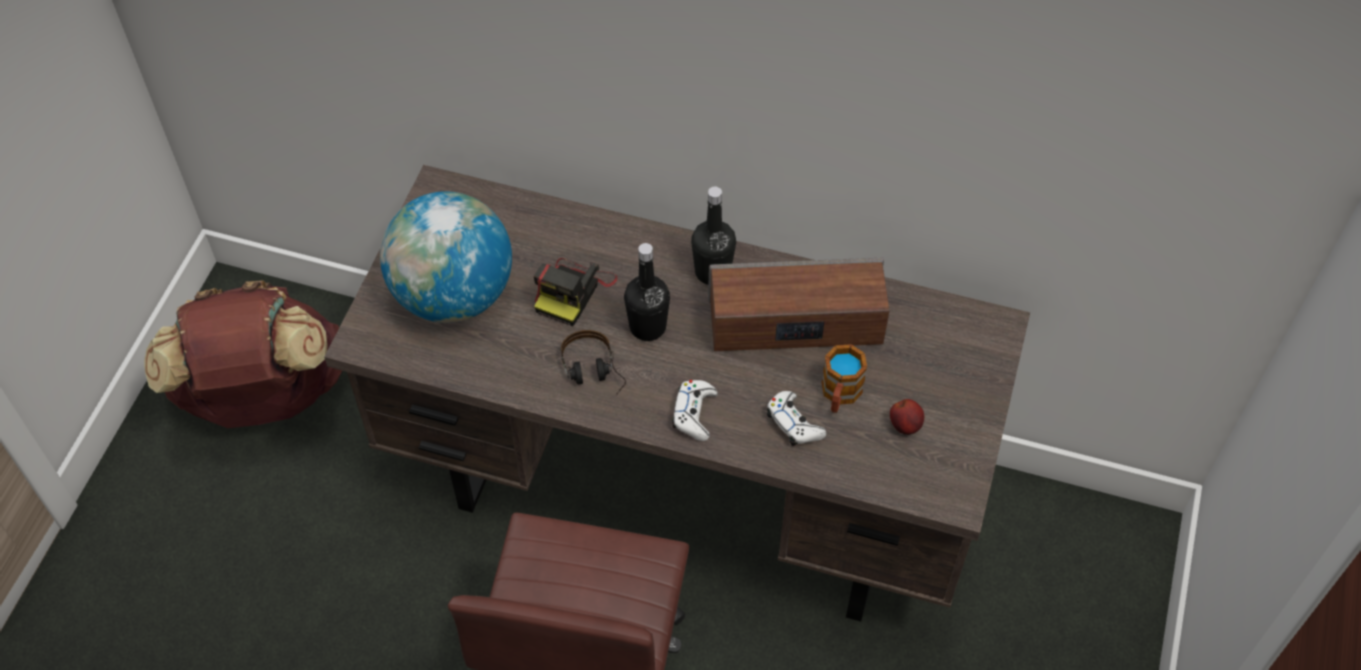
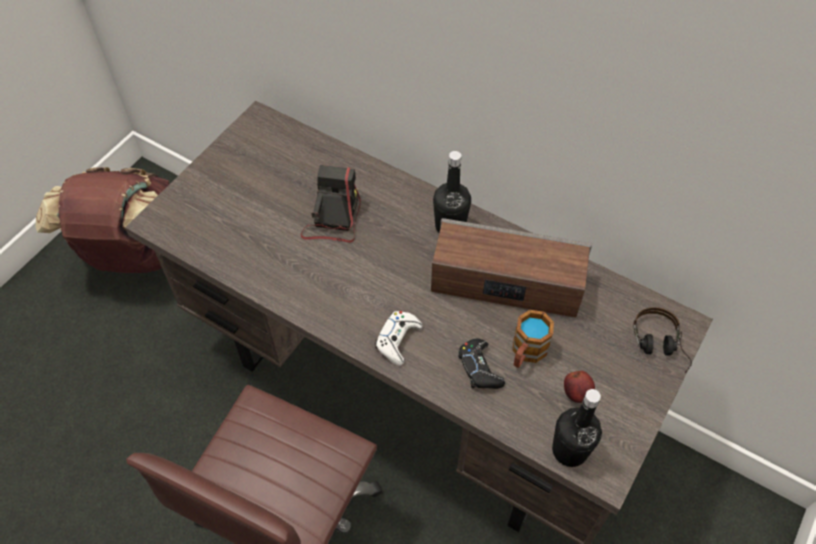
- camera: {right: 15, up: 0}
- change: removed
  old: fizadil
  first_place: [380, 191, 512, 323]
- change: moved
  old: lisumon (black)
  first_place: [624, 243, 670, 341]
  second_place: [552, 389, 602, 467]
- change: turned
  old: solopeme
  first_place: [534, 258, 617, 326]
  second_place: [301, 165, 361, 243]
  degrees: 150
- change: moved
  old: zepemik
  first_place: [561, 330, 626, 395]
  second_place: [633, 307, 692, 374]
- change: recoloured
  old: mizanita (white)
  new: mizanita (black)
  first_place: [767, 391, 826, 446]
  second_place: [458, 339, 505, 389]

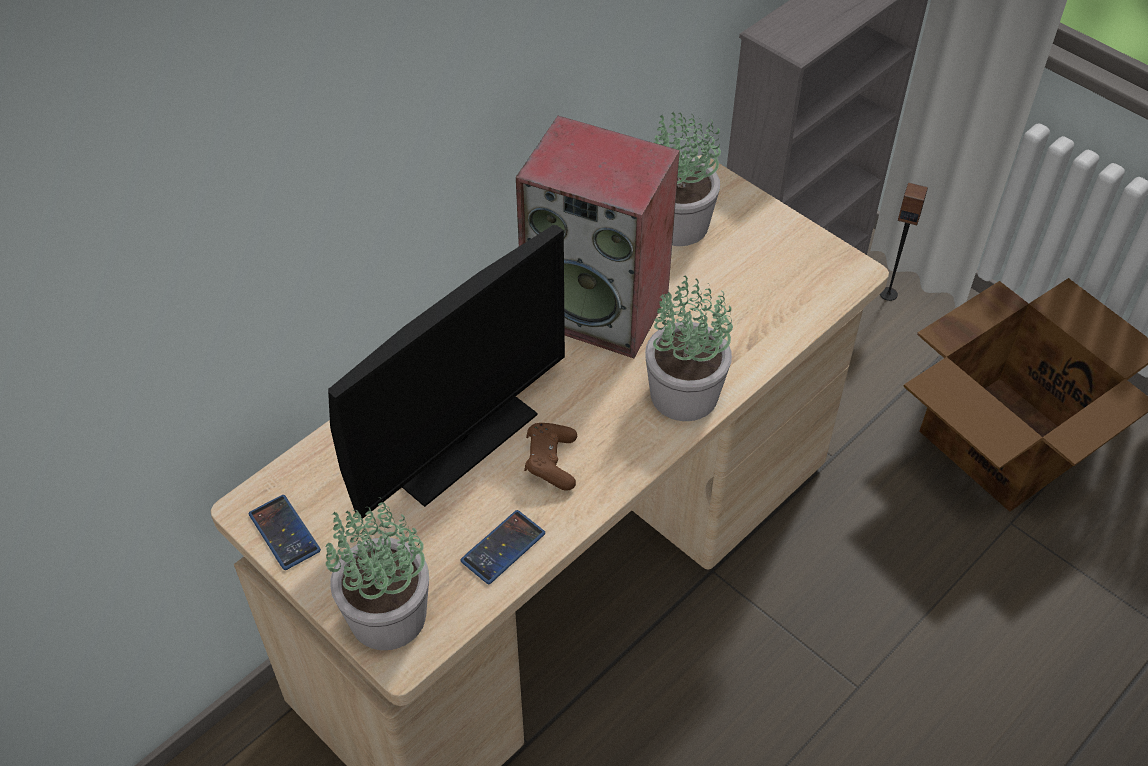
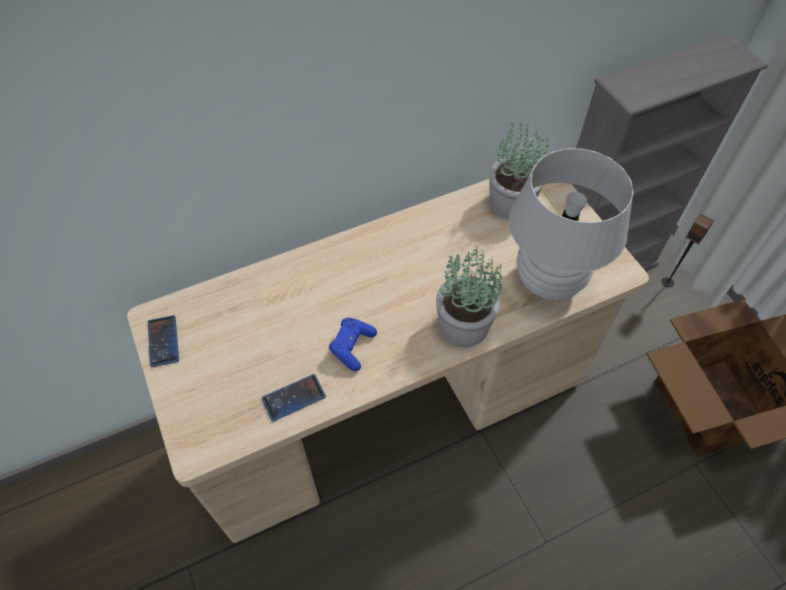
- camera: {right: 20, up: 5}
- change: removed
  old: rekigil
  first_place: [516, 116, 680, 358]
- change: removed
  old: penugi
  first_place: [328, 225, 565, 519]
- change: recoloured
  old: mizanita (brown)
  new: mizanita (blue)
  first_place: [524, 423, 577, 491]
  second_place: [329, 318, 377, 371]
- change: removed
  old: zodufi
  first_place: [326, 497, 429, 650]
- change: added
  new: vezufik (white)
  second_place: [509, 148, 634, 300]

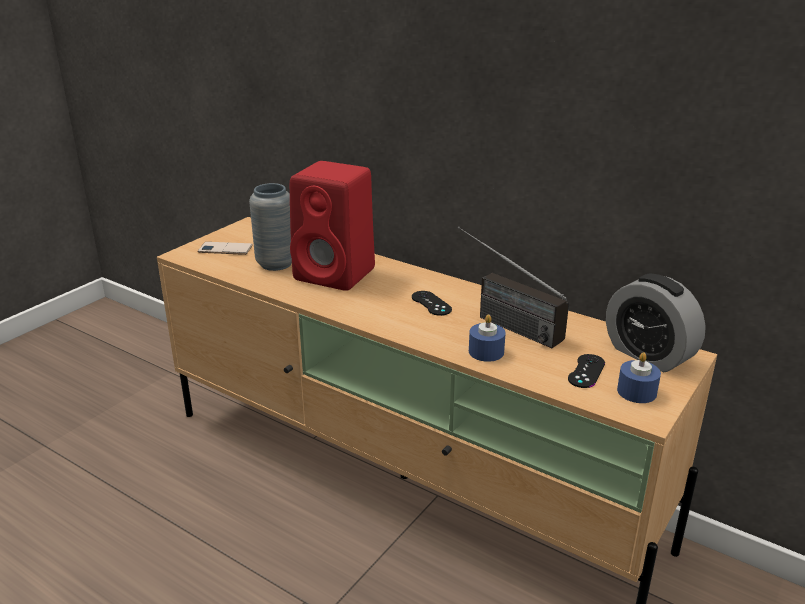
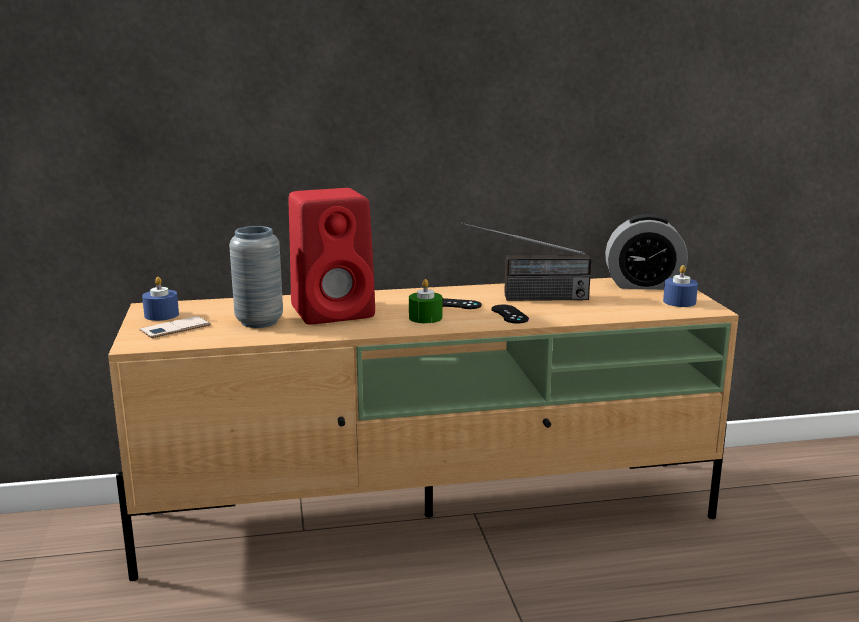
- camera: {right: -45, up: -10}
- change: moved
  old: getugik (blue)
  first_place: [469, 315, 506, 362]
  second_place: [142, 277, 179, 321]
- change: moved
  old: mizanita (black)
  first_place: [568, 354, 605, 388]
  second_place: [492, 305, 529, 323]
- change: added
  new: getugik (green)
  second_place: [409, 279, 443, 323]

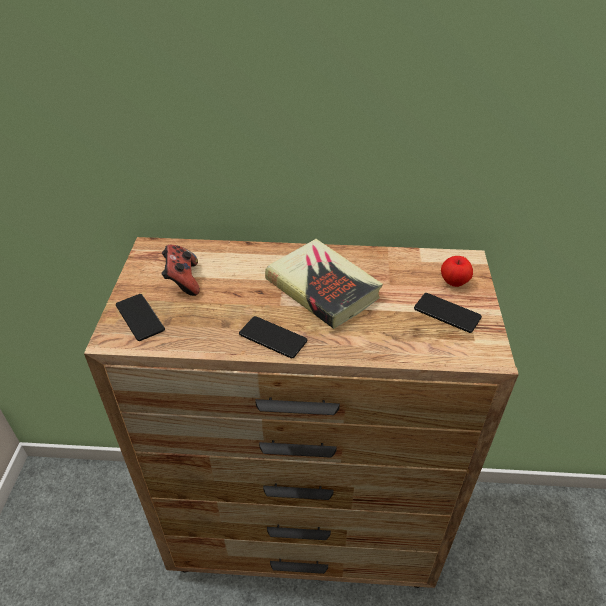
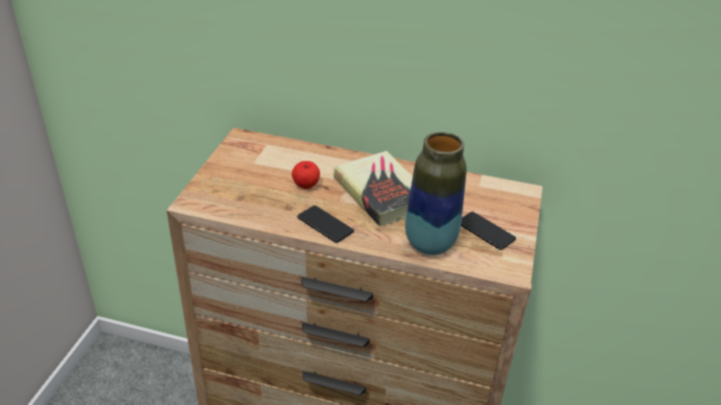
- camera: {right: 10, up: -5}
- change: removed
  old: mizanita
  first_place: [161, 245, 200, 296]
- change: moved
  old: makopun
  first_place: [441, 256, 473, 287]
  second_place: [292, 161, 320, 189]
- change: removed
  old: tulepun
  first_place: [116, 294, 165, 341]
- change: added
  new: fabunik
  second_place: [405, 132, 467, 255]

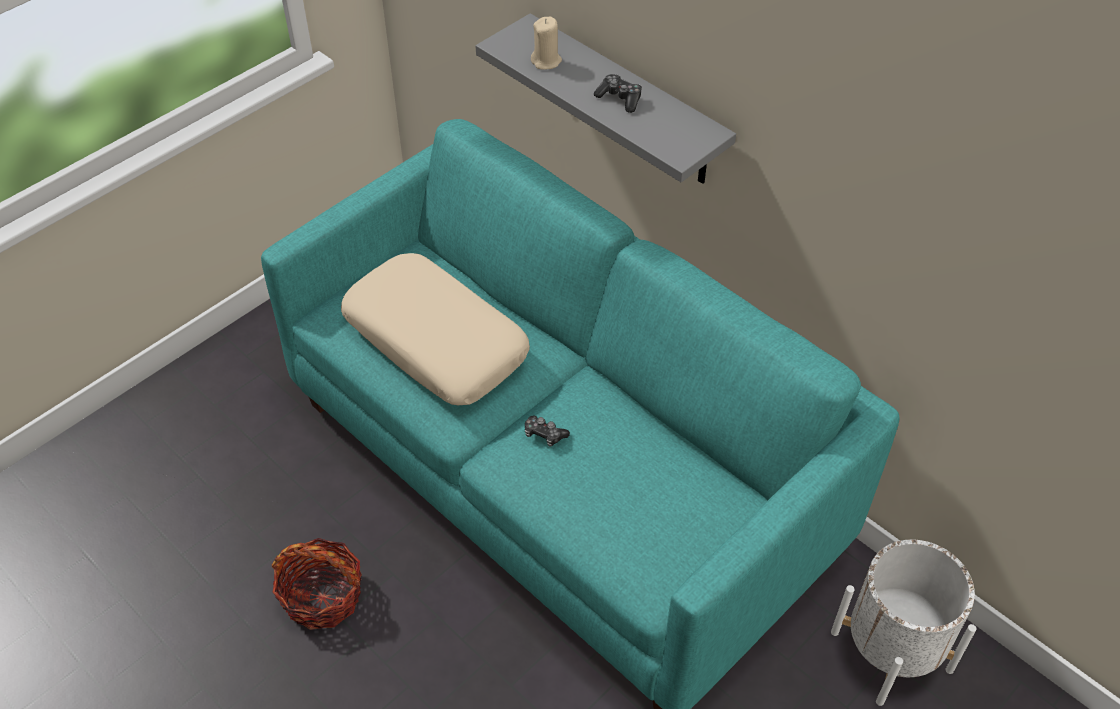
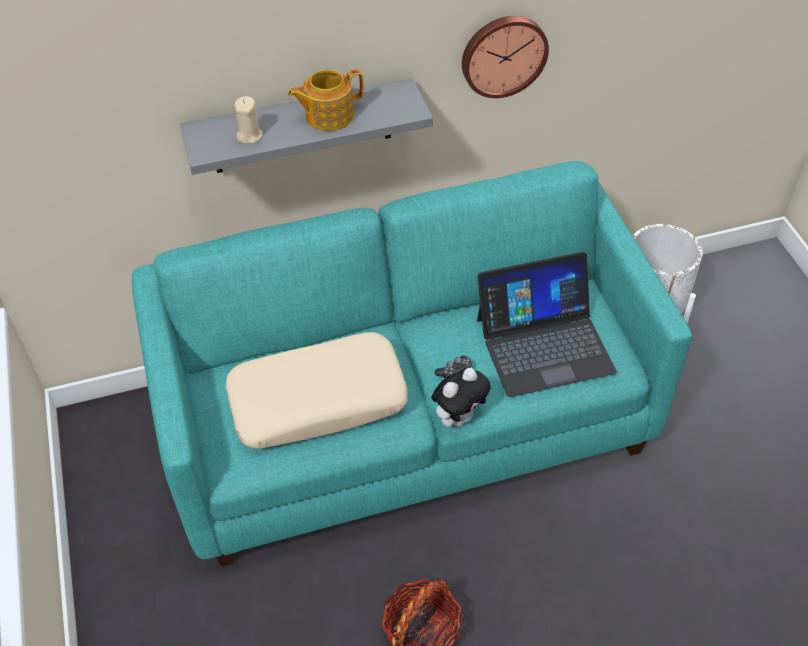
- camera: {right: -60, up: 0}
- change: replaced
  old: mizanita
  new: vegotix
  first_place: [594, 74, 642, 113]
  second_place: [288, 69, 364, 131]
- change: added
  new: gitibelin
  second_place: [462, 16, 549, 98]
- change: added
  new: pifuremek
  second_place: [477, 252, 616, 397]
- change: added
  new: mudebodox
  second_place: [431, 368, 491, 427]

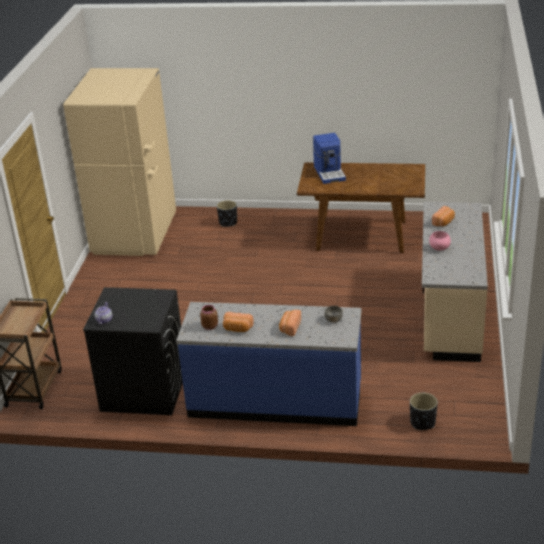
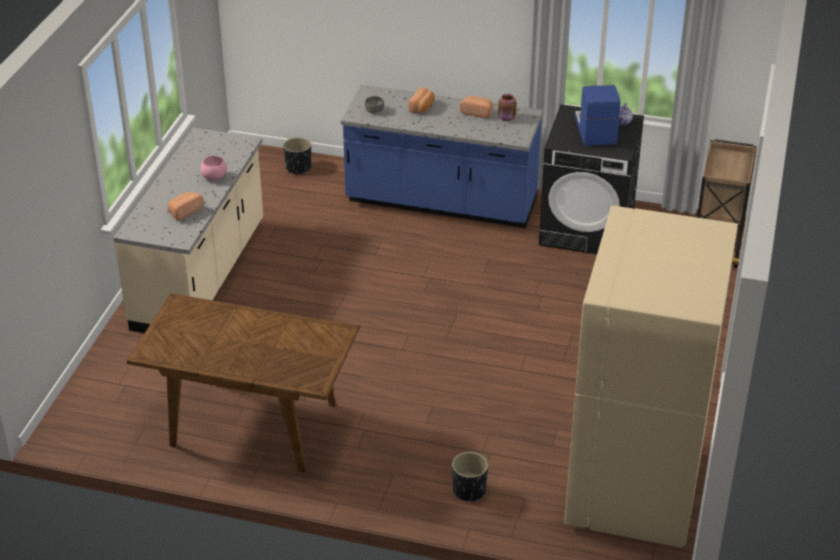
- camera: {right: -175, up: 5}
- change: moved
  old: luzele
  first_place: [313, 133, 346, 184]
  second_place: [575, 85, 621, 146]

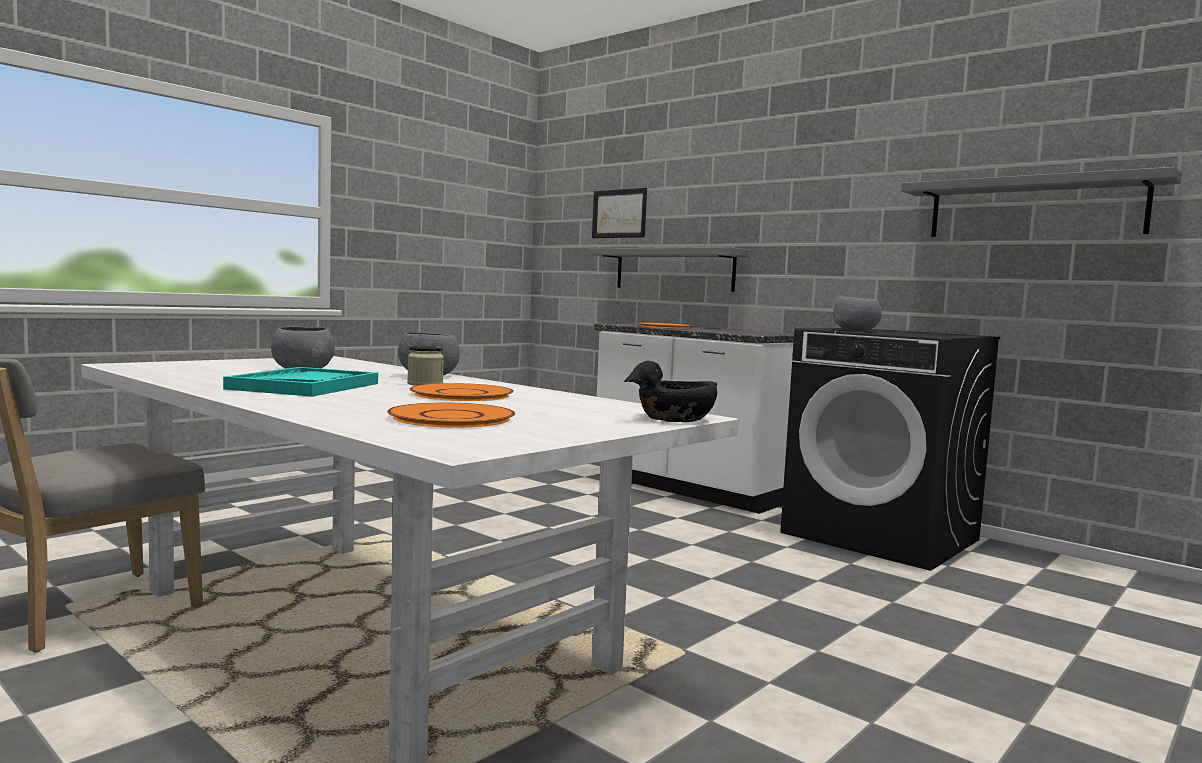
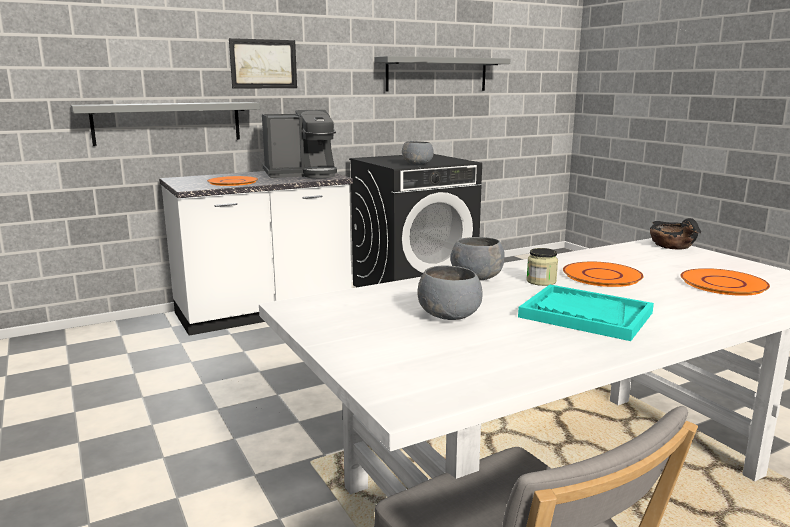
- camera: {right: -70, up: 10}
- change: moved
  old: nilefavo
  first_place: [592, 188, 647, 238]
  second_place: [229, 38, 297, 89]
- change: added
  new: luzele
  second_place: [262, 110, 337, 178]

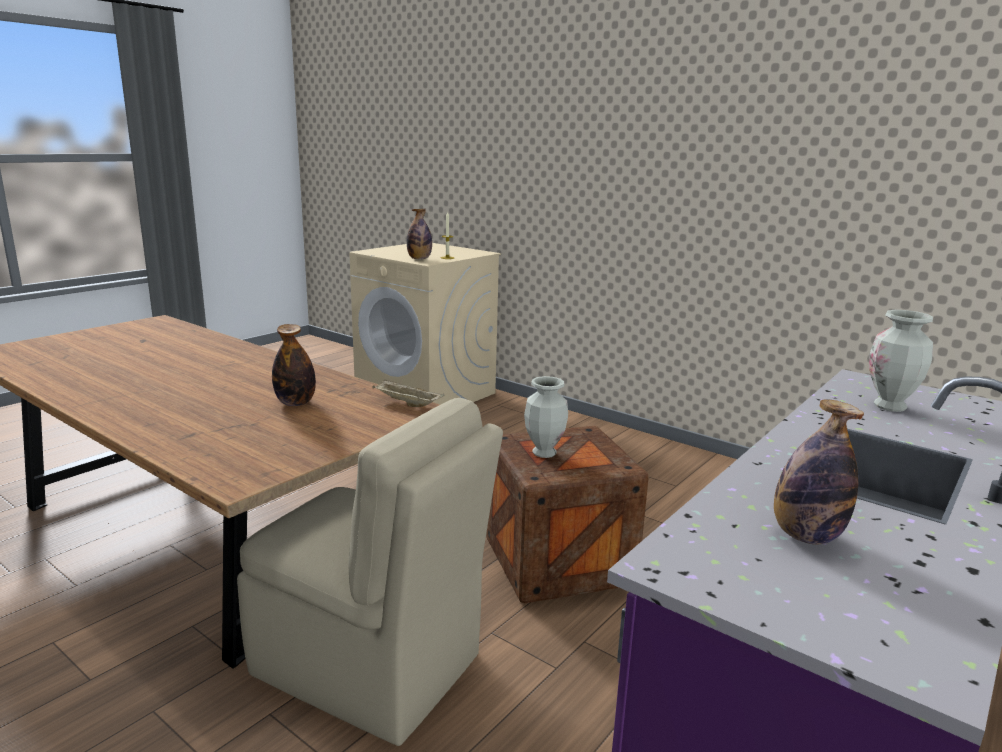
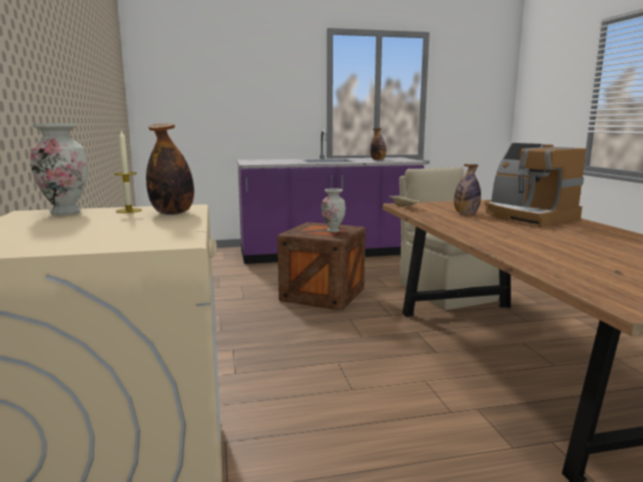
- camera: {right: -140, up: -5}
- change: moved
  old: fabunik
  first_place: [869, 310, 933, 412]
  second_place: [30, 123, 88, 215]
- change: added
  new: luzele
  second_place: [484, 143, 586, 228]

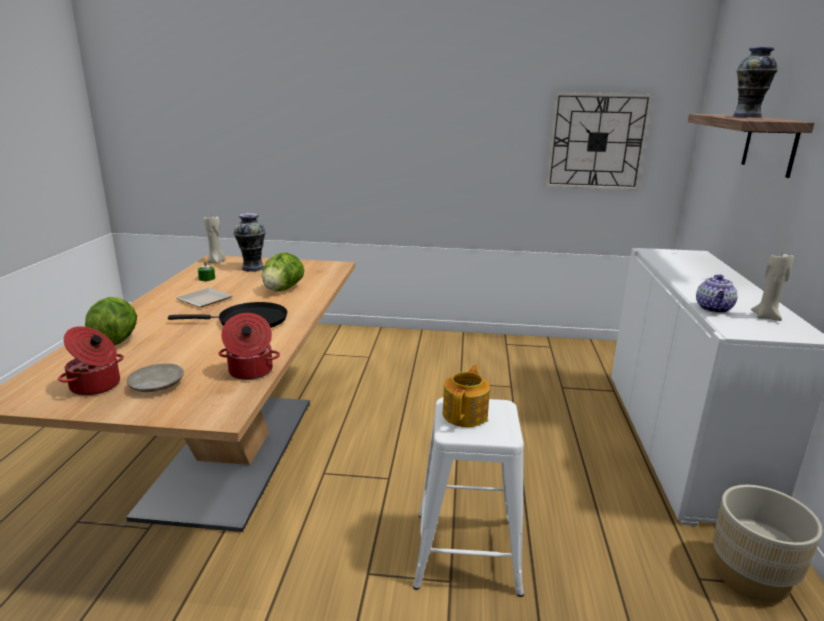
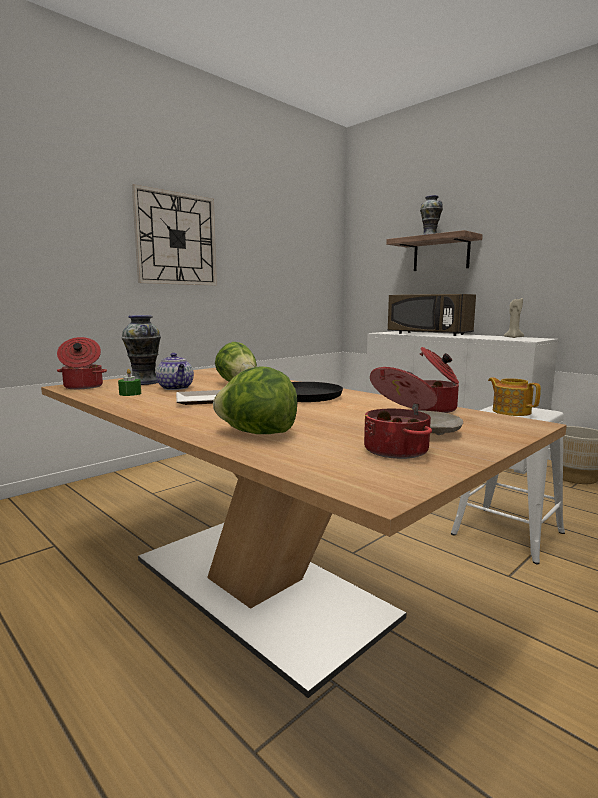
- camera: {right: -50, up: -10}
- change: moved
  old: gitibelin
  first_place: [546, 92, 654, 191]
  second_place: [132, 184, 217, 286]
- change: replaced
  old: getugik (beige)
  new: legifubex
  first_place: [204, 217, 225, 264]
  second_place: [57, 337, 107, 389]
- change: moved
  old: vegotix
  first_place: [696, 275, 738, 313]
  second_place: [156, 353, 194, 390]
- change: added
  new: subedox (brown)
  second_place: [388, 294, 476, 336]

